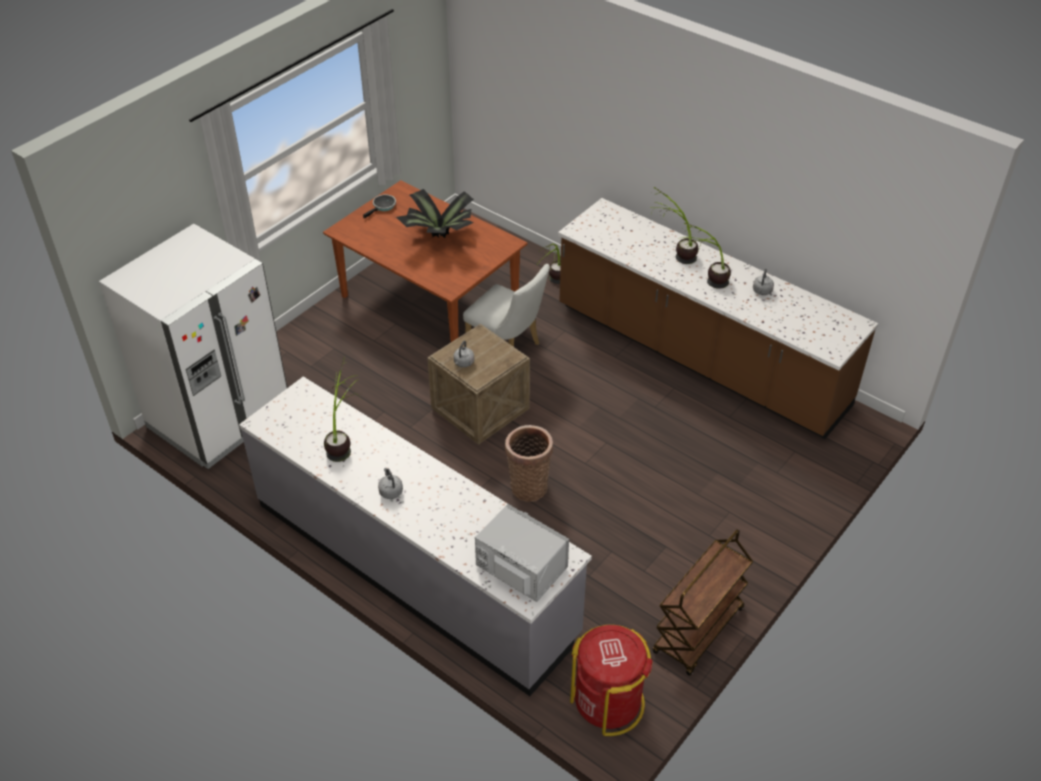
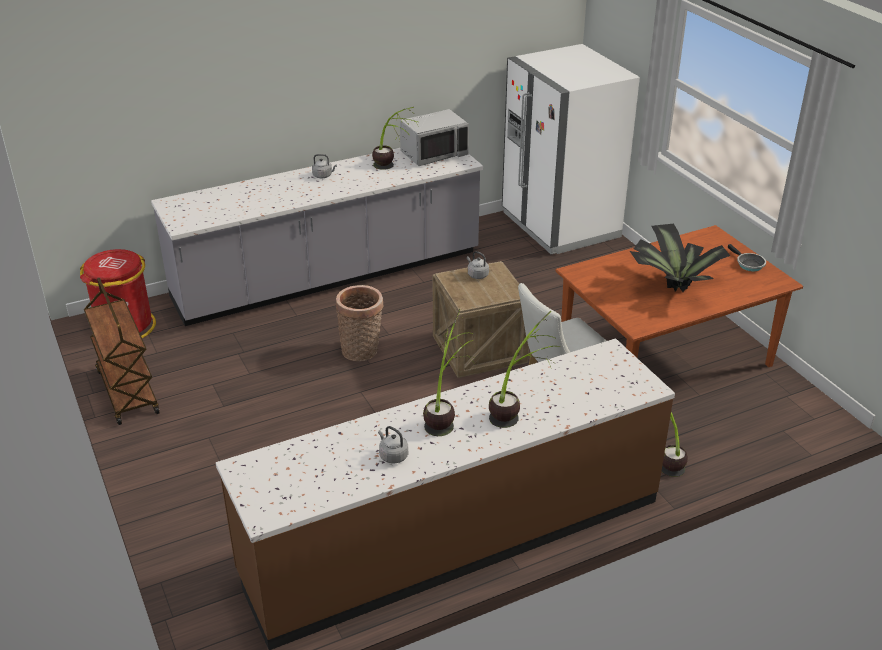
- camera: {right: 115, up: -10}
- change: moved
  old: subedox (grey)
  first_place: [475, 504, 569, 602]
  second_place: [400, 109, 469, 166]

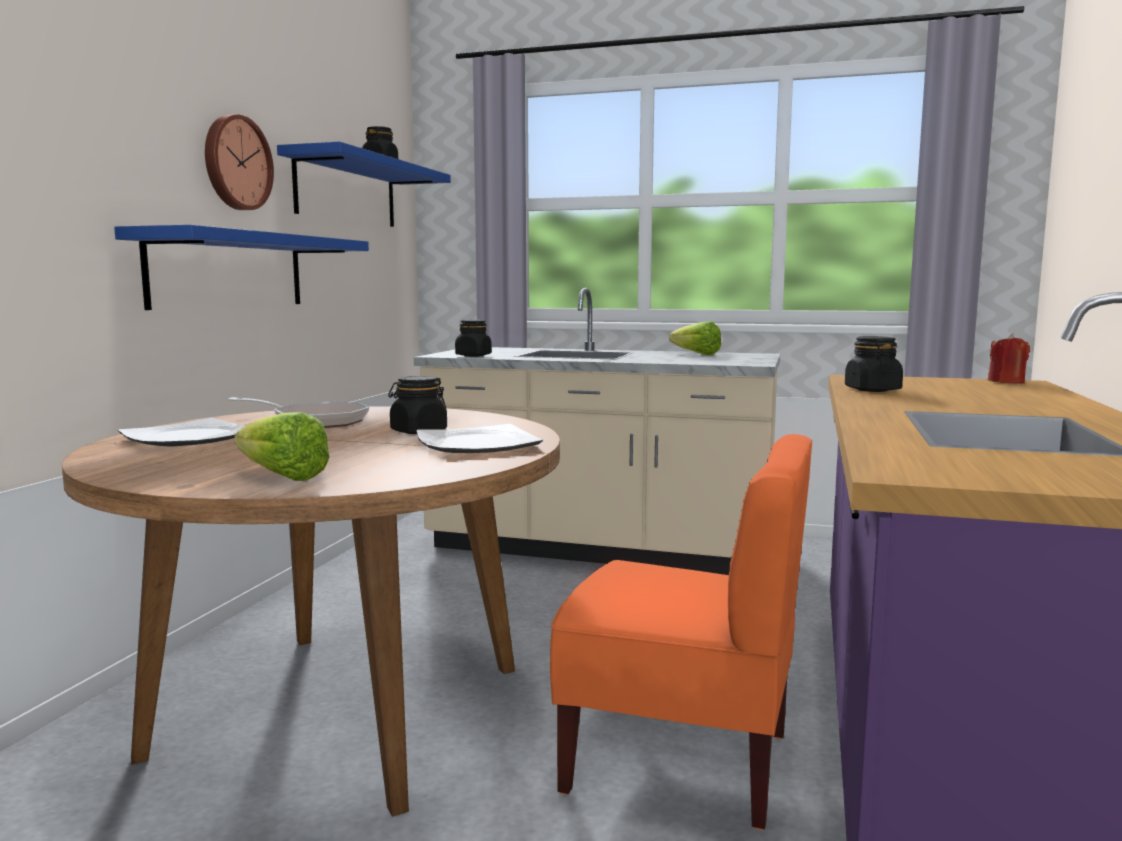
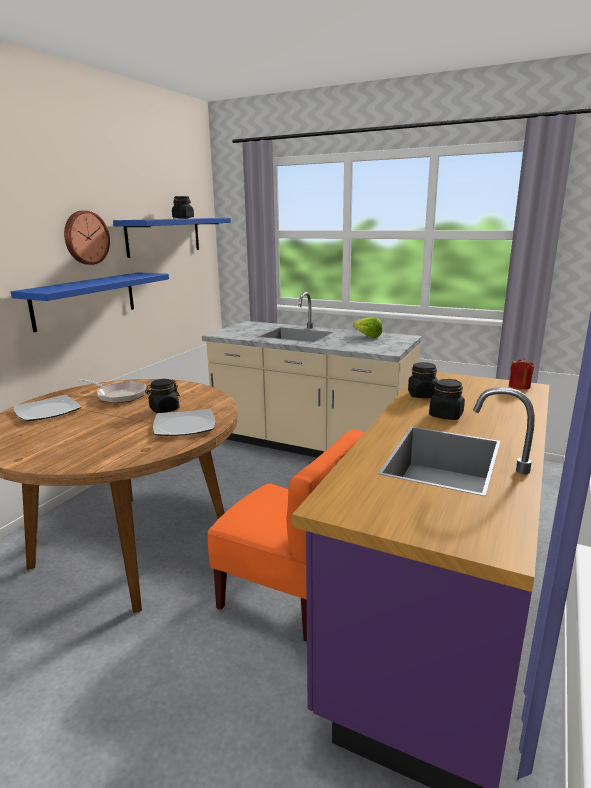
- camera: {right: 10, up: 10}
- change: moved
  old: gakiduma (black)
  first_place: [455, 320, 492, 357]
  second_place: [429, 379, 465, 420]
- change: removed
  old: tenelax
  first_place: [235, 412, 329, 481]

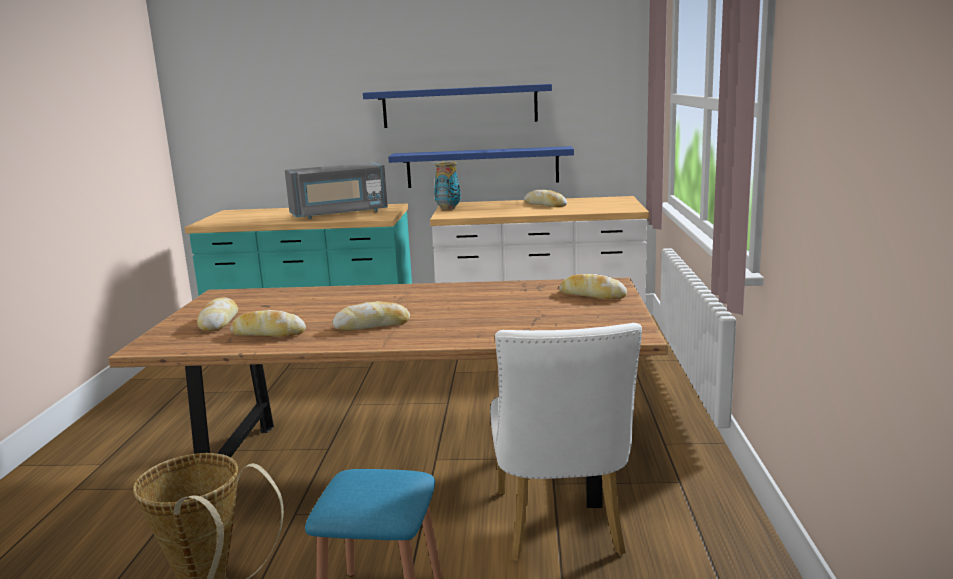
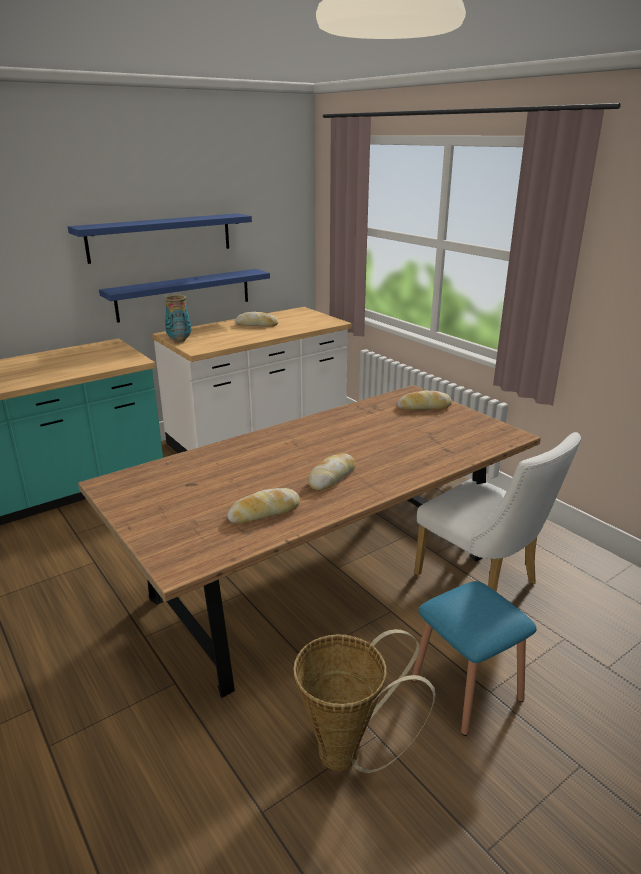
- camera: {right: -40, up: 10}
- change: removed
  old: subedox (grey)
  first_place: [285, 162, 388, 219]
- change: removed
  old: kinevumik
  first_place: [197, 297, 238, 331]

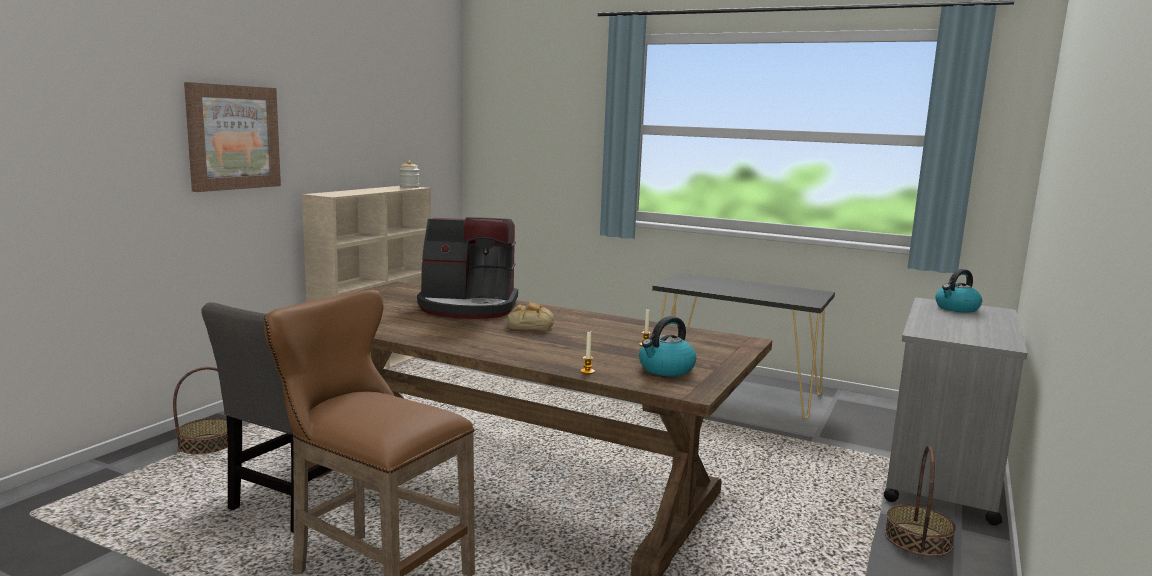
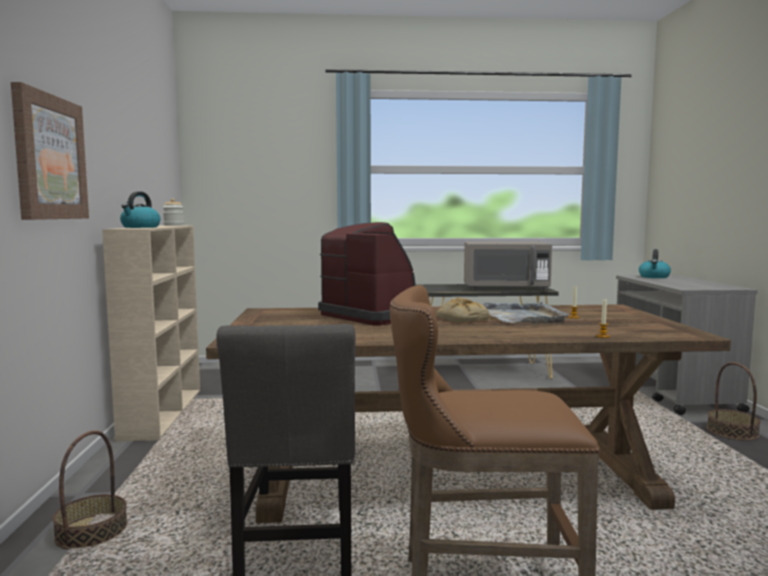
- camera: {right: -30, up: -5}
- change: turned
  old: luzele
  first_place: [417, 217, 518, 319]
  second_place: [318, 222, 416, 325]
  degrees: -105
- change: moved
  old: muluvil
  first_place: [639, 316, 696, 376]
  second_place: [120, 191, 161, 228]
- change: added
  new: subedox (grey)
  second_place: [464, 242, 552, 290]
- change: added
  new: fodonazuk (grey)
  second_place: [480, 302, 568, 324]

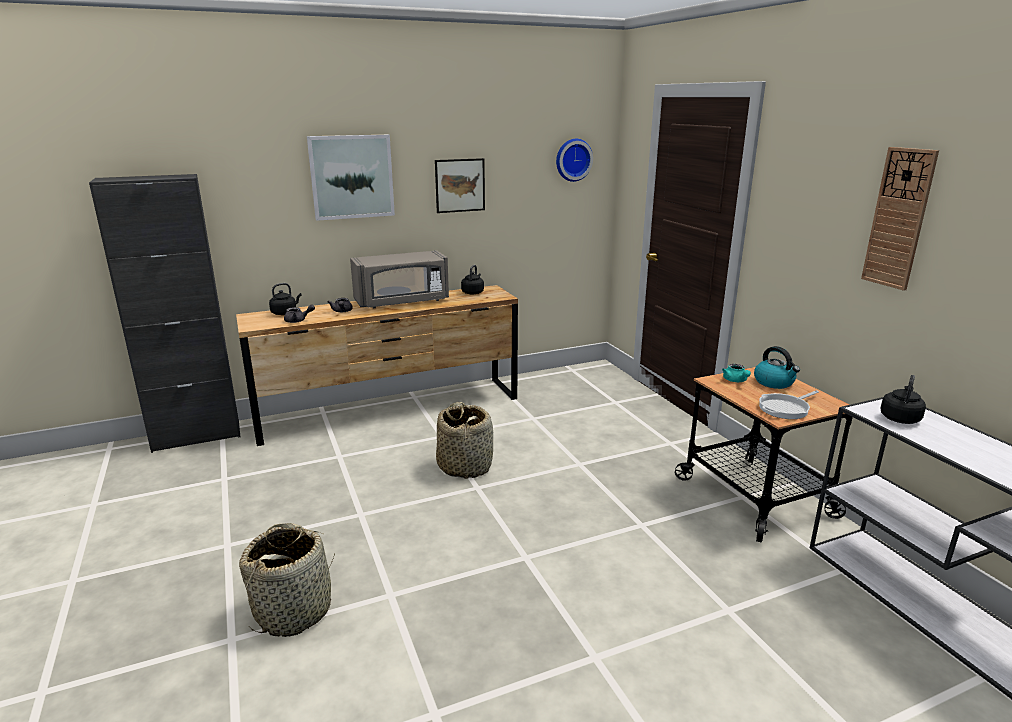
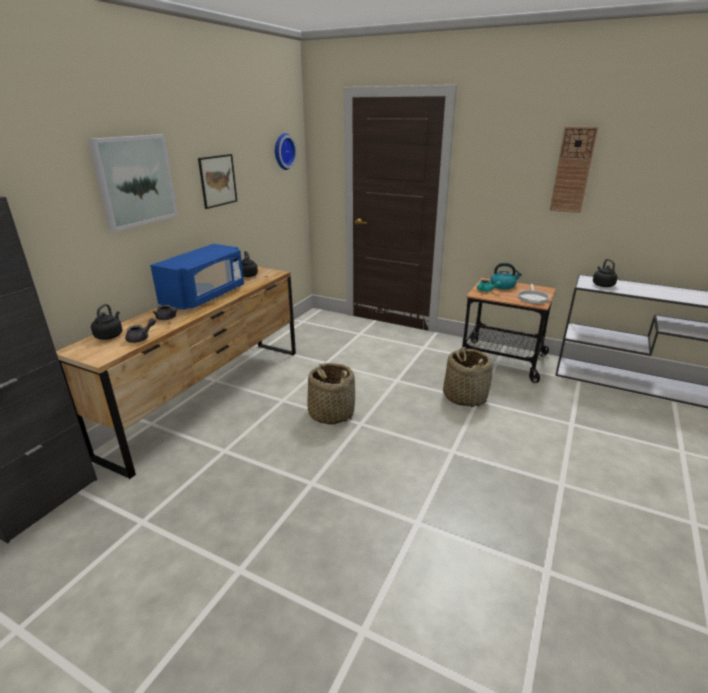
- camera: {right: -40, up: 5}
- change: recoloured
  old: subedox (grey)
  new: subedox (blue)
  first_place: [350, 250, 449, 308]
  second_place: [150, 244, 244, 310]
- change: moved
  old: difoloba
  first_place: [239, 523, 335, 637]
  second_place: [443, 347, 493, 407]

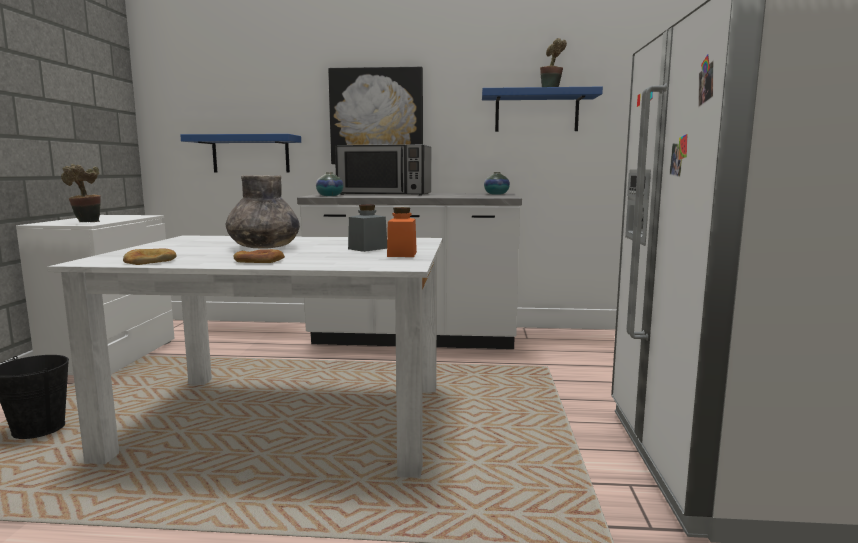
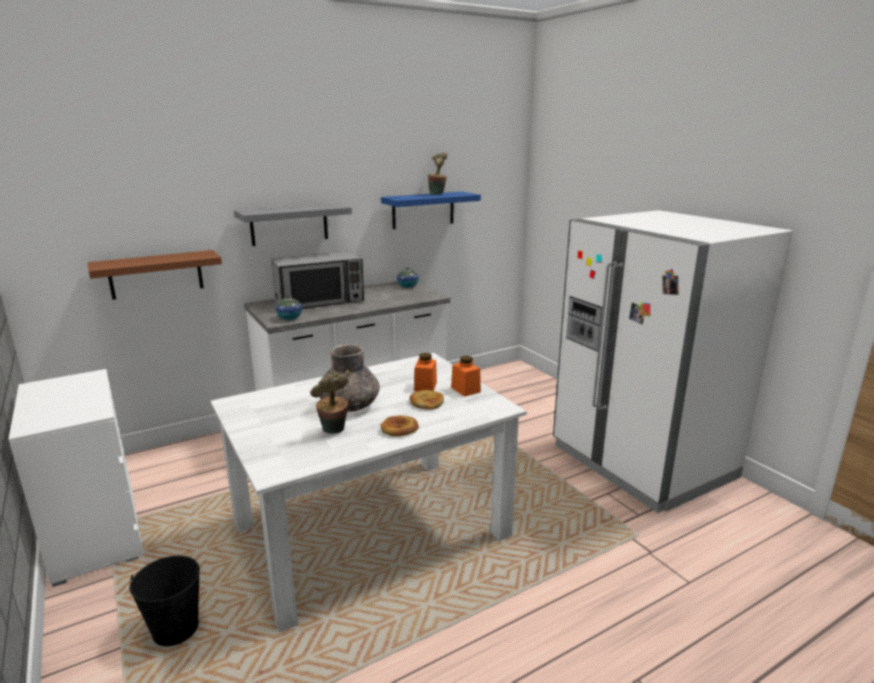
- camera: {right: -35, up: 10}
- change: replaced
  old: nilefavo
  new: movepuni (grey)
  first_place: [328, 67, 423, 164]
  second_place: [234, 203, 352, 246]
- change: recoloured
  old: movepuni (blue)
  new: movepuni (brown)
  first_place: [180, 134, 301, 172]
  second_place: [88, 250, 222, 300]
- change: moved
  old: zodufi
  first_place: [61, 164, 101, 222]
  second_place: [310, 370, 350, 434]
- change: recoloured
  old: gakiduma (grey)
  new: gakiduma (orange)
  first_place: [348, 205, 387, 252]
  second_place: [414, 353, 437, 391]
- change: moved
  old: kinevumik
  first_place: [123, 248, 177, 265]
  second_place: [409, 390, 444, 410]

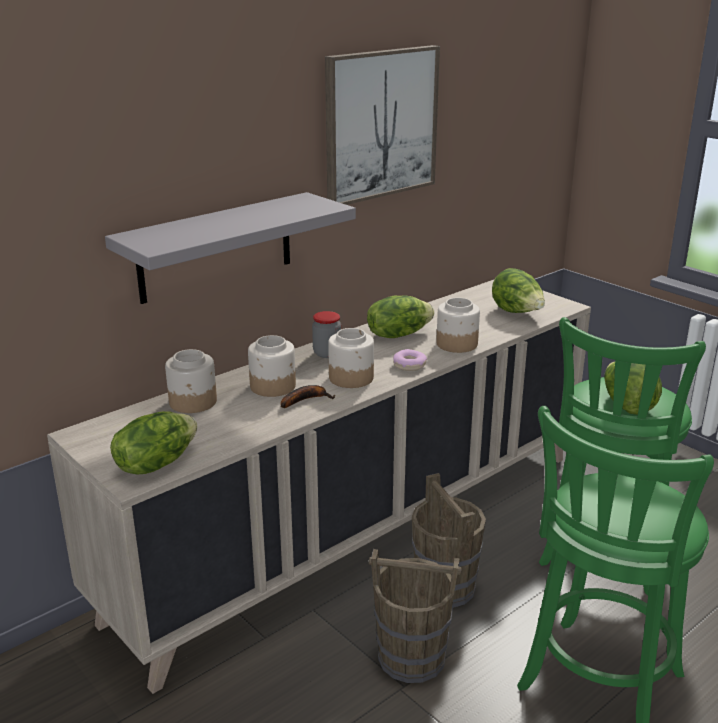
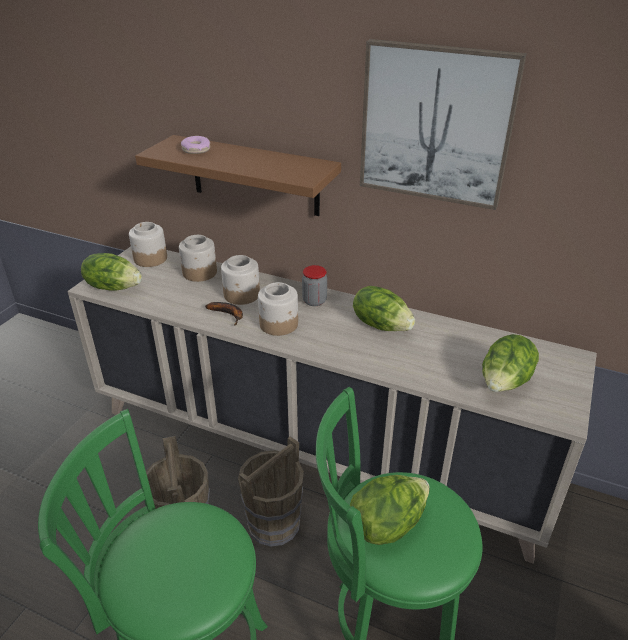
- camera: {right: 65, up: 10}
- change: recoloured
  old: movepuni (grey)
  new: movepuni (brown)
  first_place: [105, 192, 356, 304]
  second_place: [135, 135, 341, 216]
- change: moved
  old: gakiduma
  first_place: [436, 298, 480, 353]
  second_place: [129, 222, 167, 267]
- change: moved
  old: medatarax
  first_place: [393, 349, 427, 371]
  second_place: [181, 136, 210, 154]

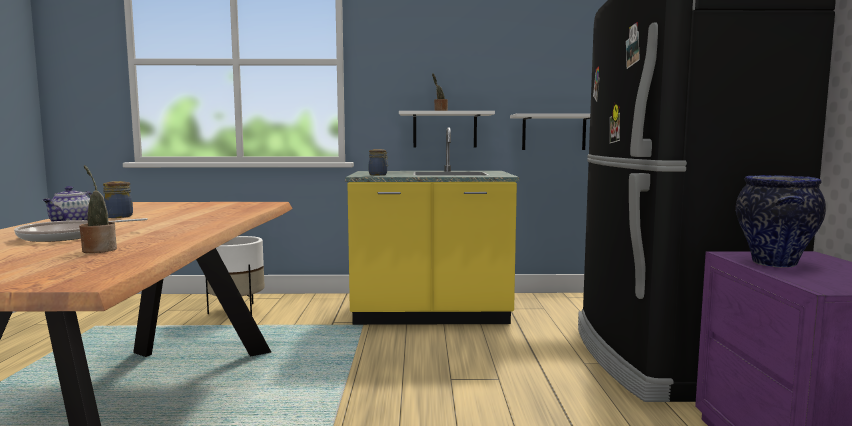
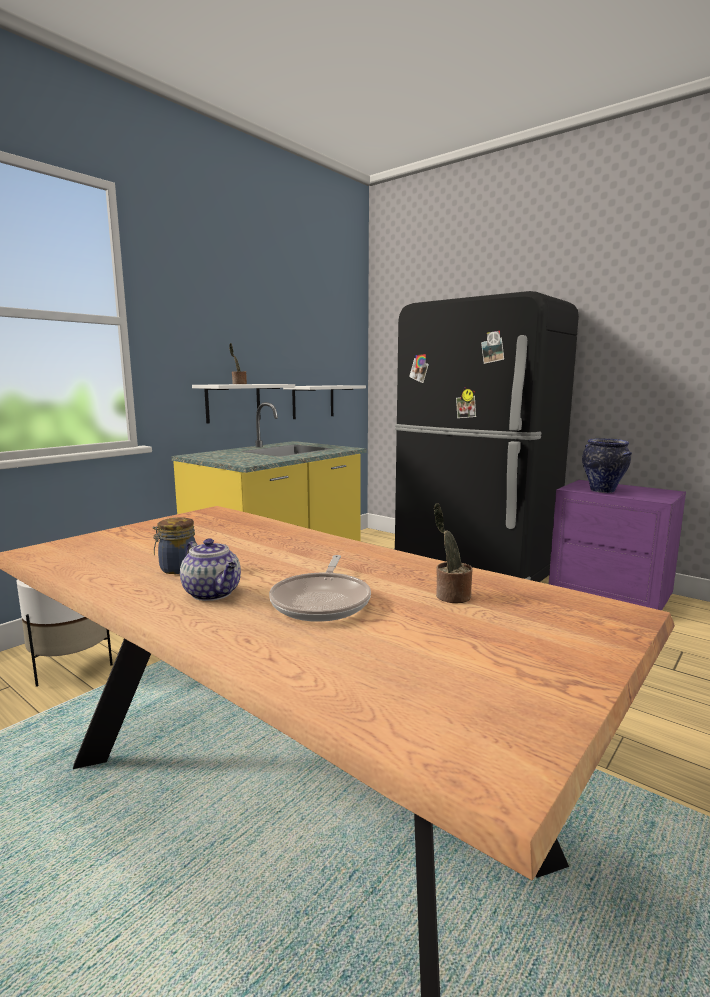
- camera: {right: -50, up: 5}
- change: removed
  old: gakiduma
  first_place: [369, 149, 388, 175]

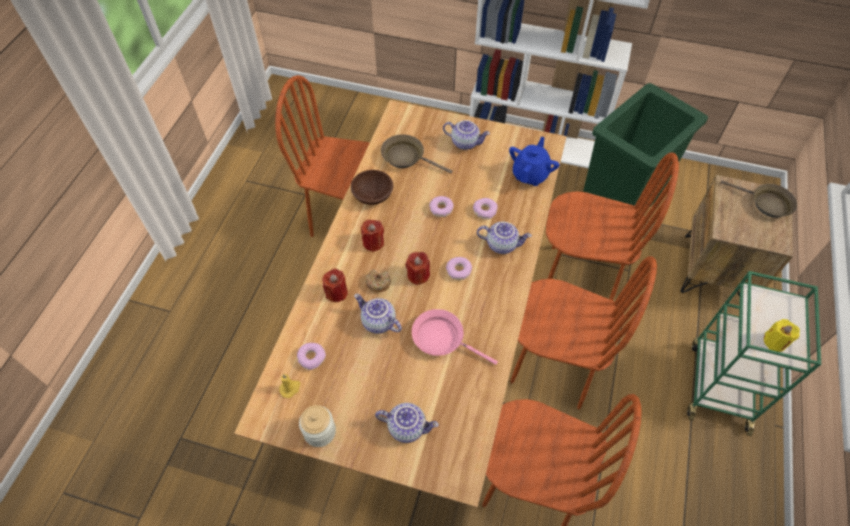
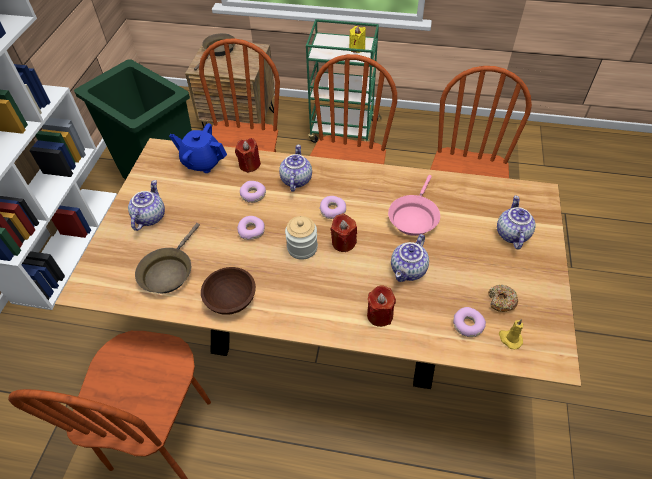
- camera: {right: -95, up: -5}
- change: moved
  old: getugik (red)
  first_place: [361, 220, 384, 252]
  second_place: [235, 138, 261, 173]
- change: moved
  old: medatarax
  first_place: [365, 269, 391, 293]
  second_place: [488, 285, 518, 312]
- change: moved
  old: gakiduma
  first_place: [299, 405, 336, 447]
  second_place: [285, 216, 318, 260]

